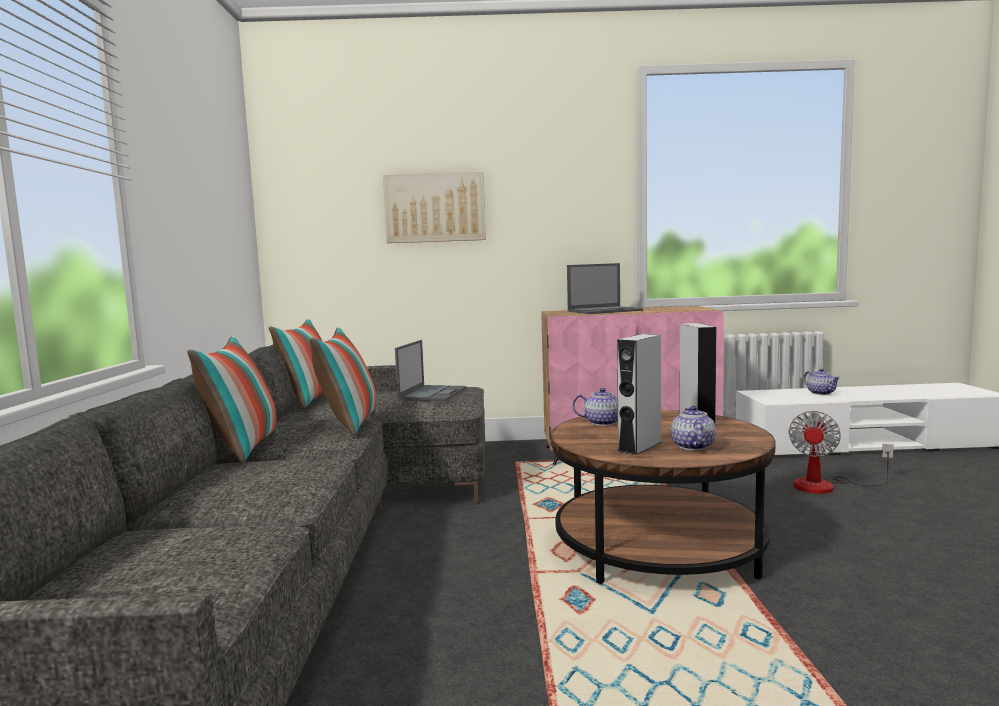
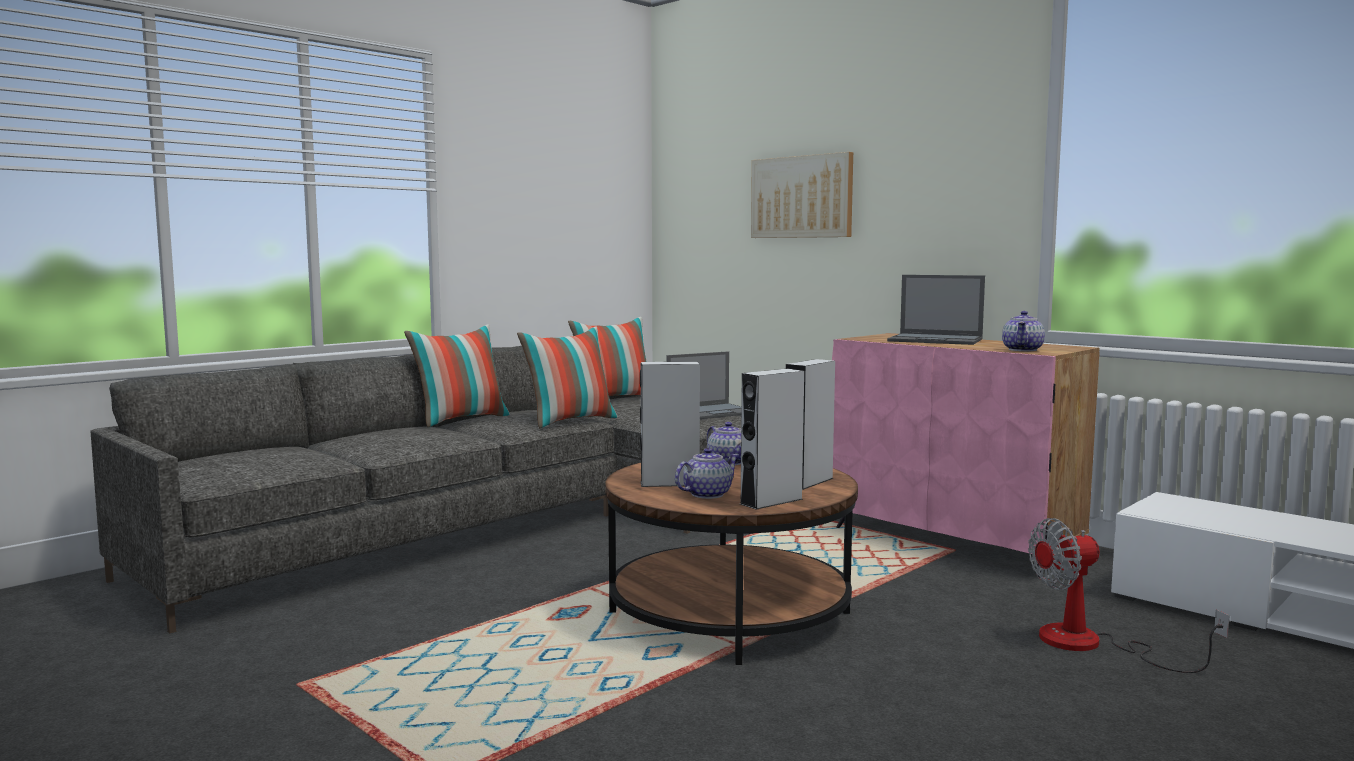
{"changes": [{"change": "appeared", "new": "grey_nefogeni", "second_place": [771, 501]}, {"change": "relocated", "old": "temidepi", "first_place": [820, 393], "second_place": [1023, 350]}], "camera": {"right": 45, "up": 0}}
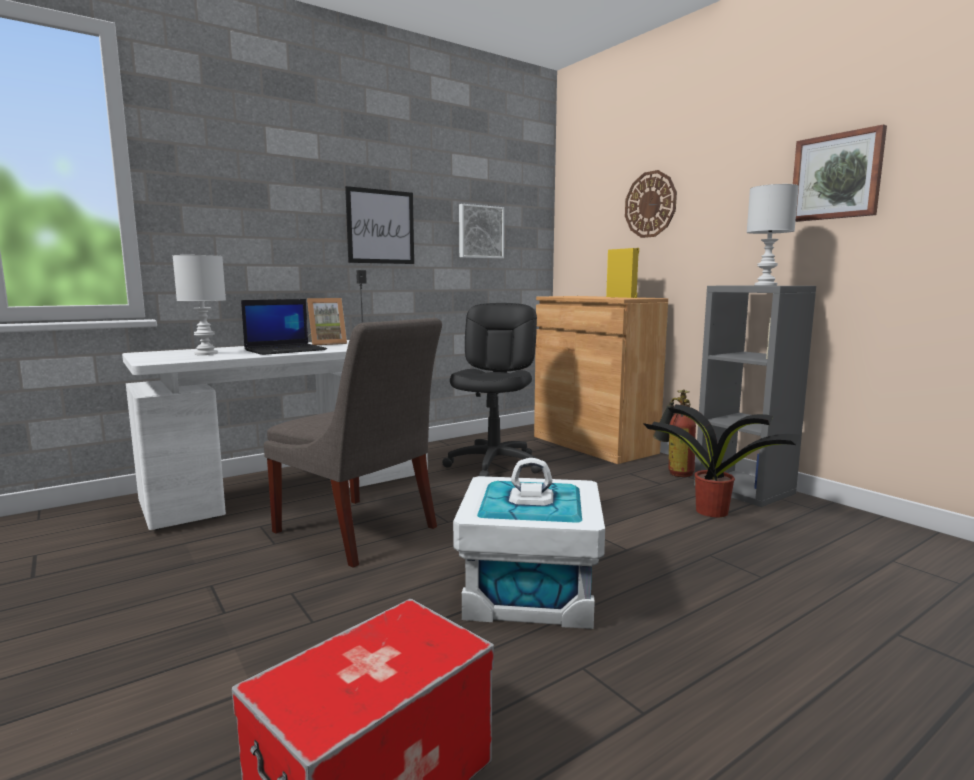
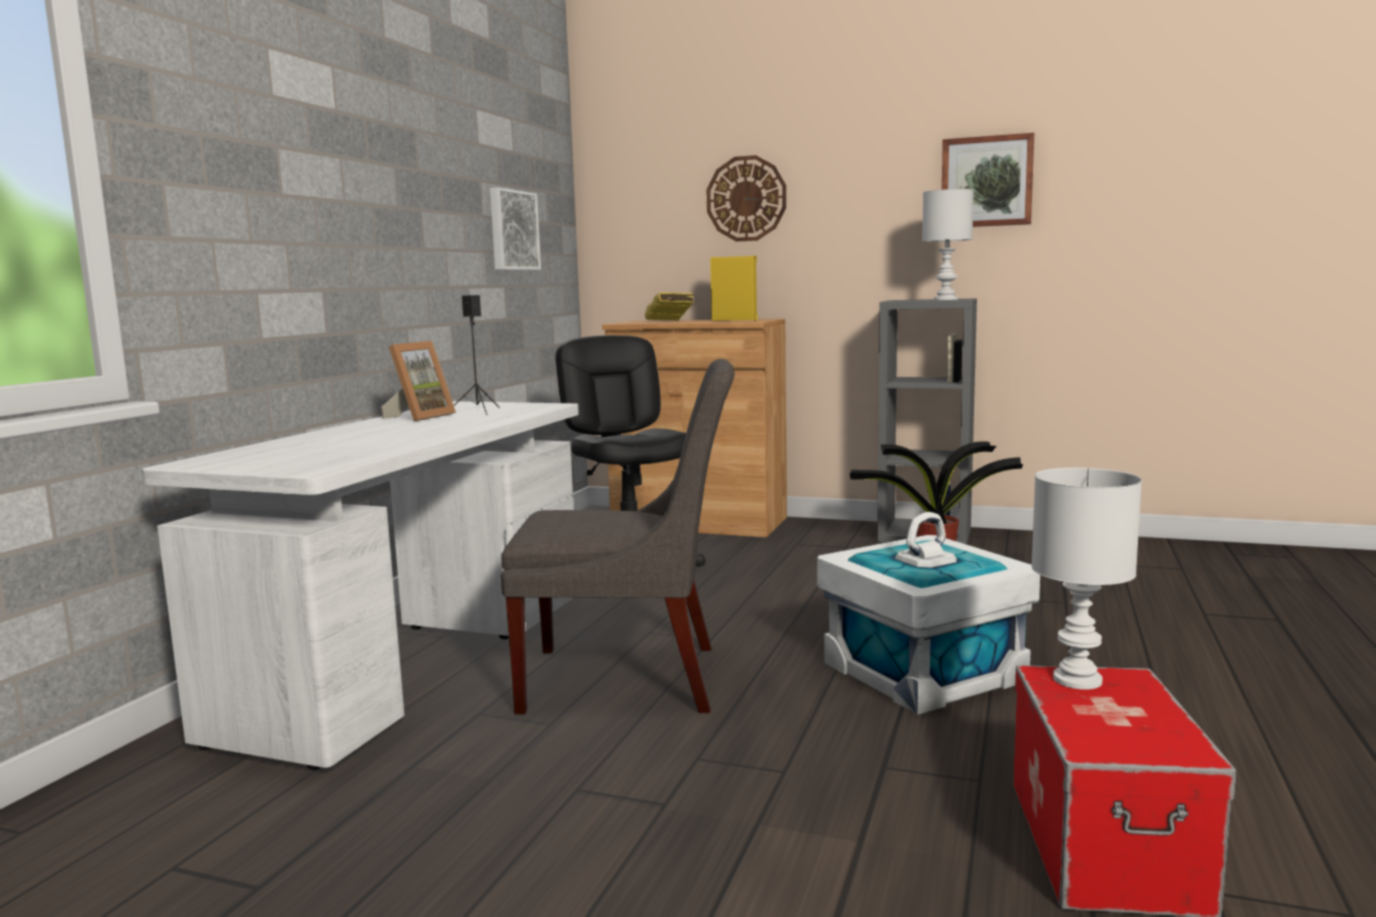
{"changes": [{"change": "appeared", "new": "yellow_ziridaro", "second_place": [669, 321]}, {"change": "relocated", "old": "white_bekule", "first_place": [206, 353], "second_place": [1075, 679]}, {"change": "missing", "old": "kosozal", "first_place": [286, 350]}, {"change": "missing", "old": "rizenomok", "first_place": [380, 227]}, {"change": "missing", "old": "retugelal", "first_place": [673, 471]}], "camera": {"right": -35, "up": 0}}
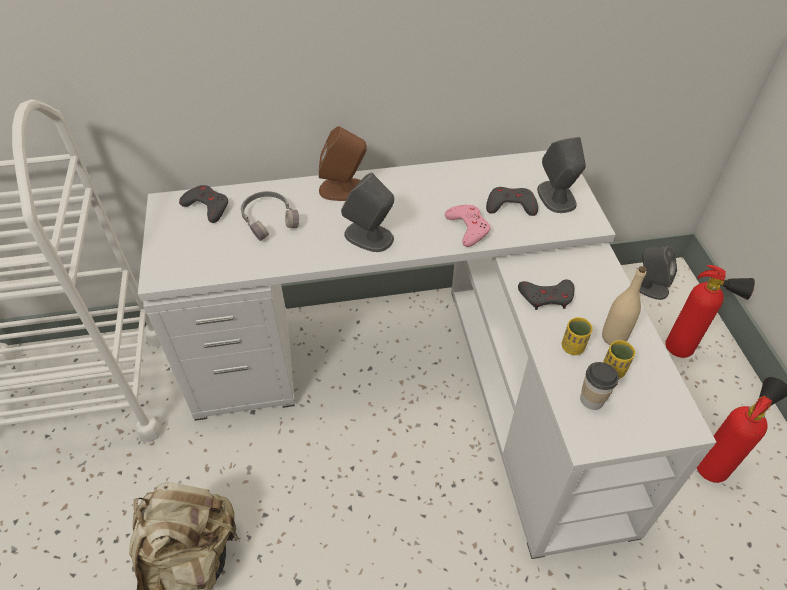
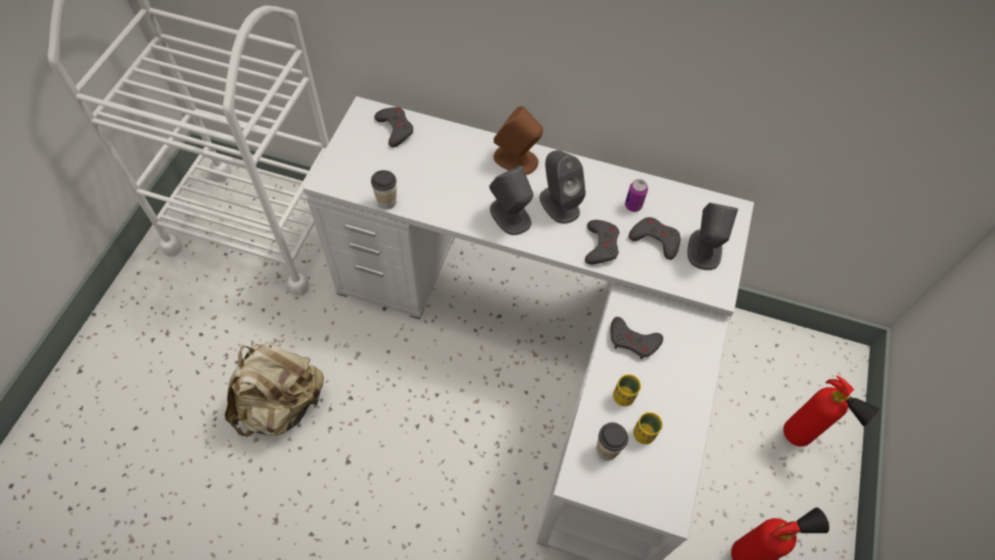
{"changes": [{"change": "appeared", "new": "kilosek", "second_place": [387, 201]}, {"change": "relocated", "old": "grey_nefogeni", "first_place": [649, 287], "second_place": [559, 204]}, {"change": "colour", "old": "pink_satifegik", "new": "grey_satifegik", "first_place": [468, 228], "second_place": [601, 245]}, {"change": "appeared", "new": "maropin", "second_place": [633, 205]}, {"change": "missing", "old": "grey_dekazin", "first_place": [269, 219]}, {"change": "missing", "old": "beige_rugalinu", "first_place": [613, 337]}], "camera": {"right": 25, "up": 10}}
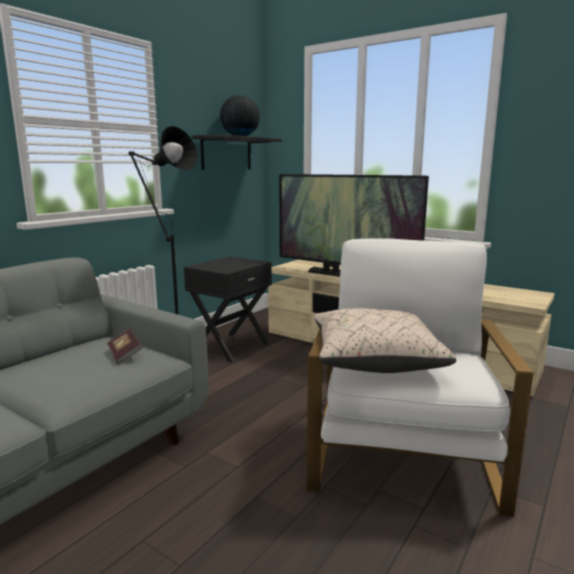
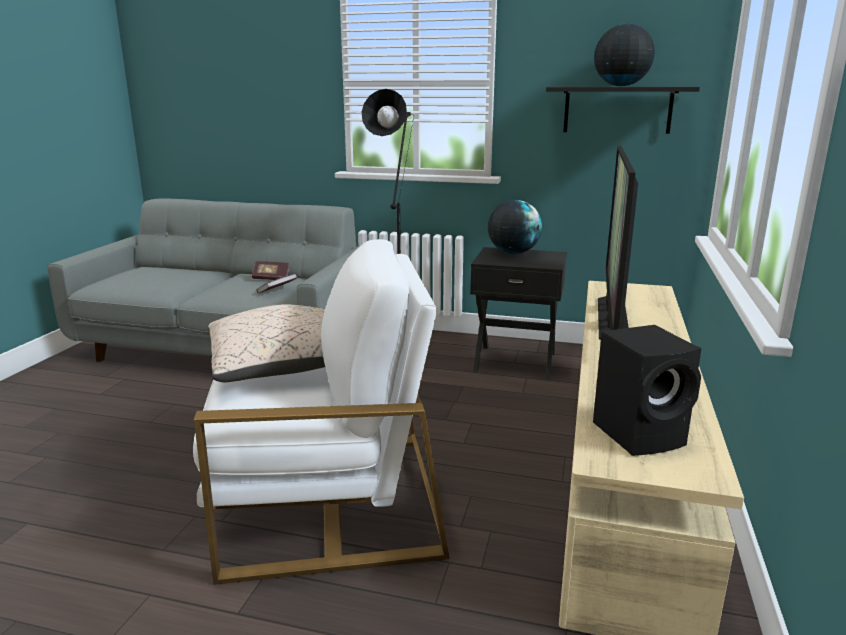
{"changes": [{"change": "appeared", "new": "ziridaro", "second_place": [271, 278]}, {"change": "appeared", "new": "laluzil", "second_place": [513, 253]}, {"change": "appeared", "new": "black_nefogeni", "second_place": [641, 434]}], "camera": {"right": 70, "up": 5}}
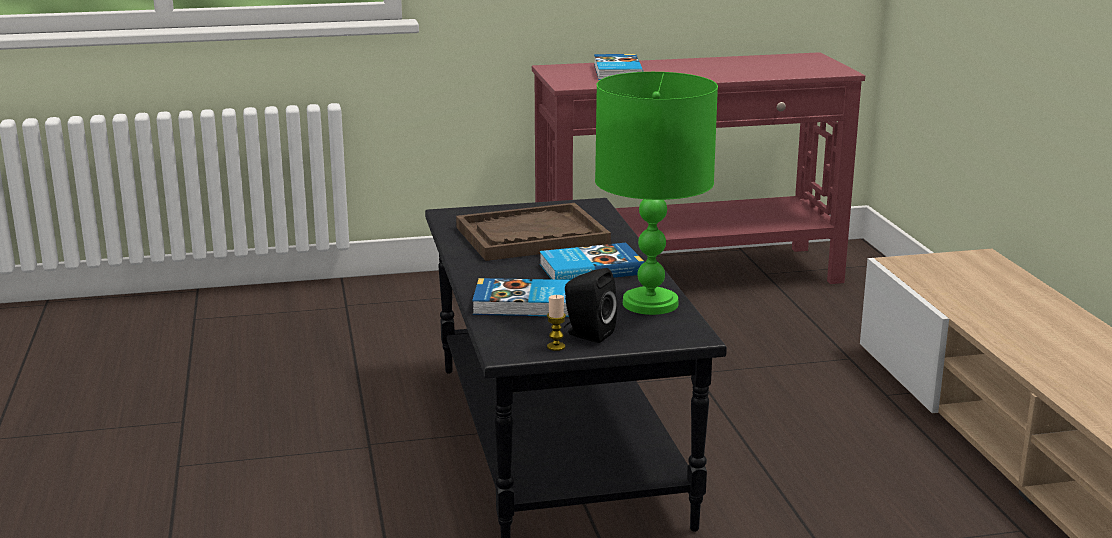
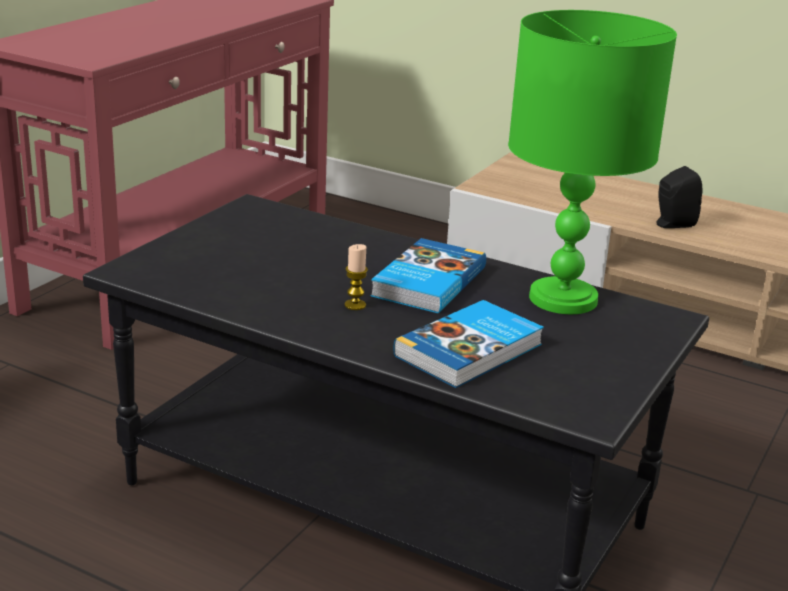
{"changes": [{"change": "relocated", "old": "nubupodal", "first_place": [556, 347], "second_place": [355, 305]}, {"change": "relocated", "old": "black_nefogeni", "first_place": [587, 334], "second_place": [672, 224]}, {"change": "missing", "old": "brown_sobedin", "first_place": [531, 236]}, {"change": "missing", "old": "ziridaro", "first_place": [616, 72]}], "camera": {"right": -50, "up": 5}}
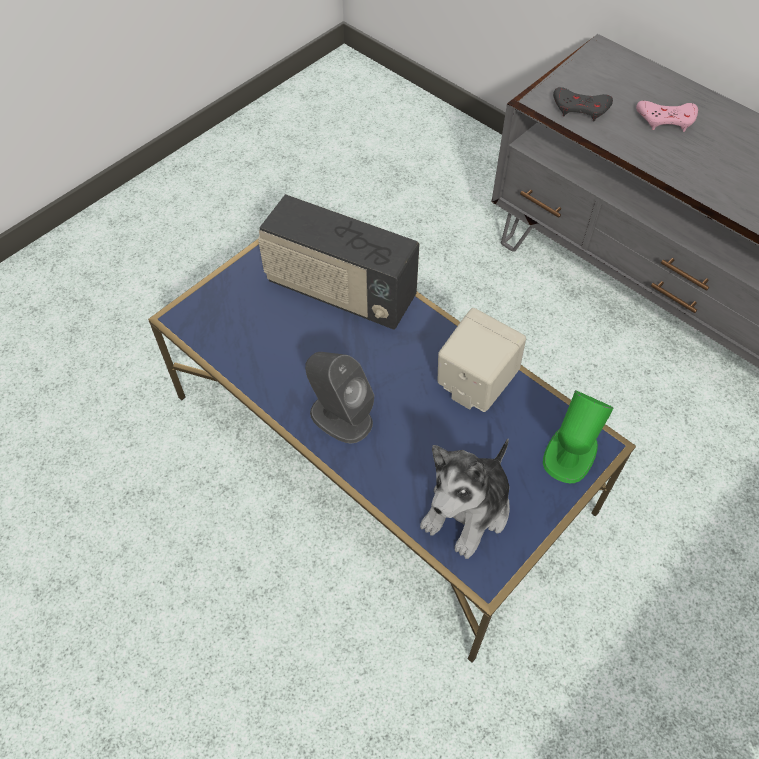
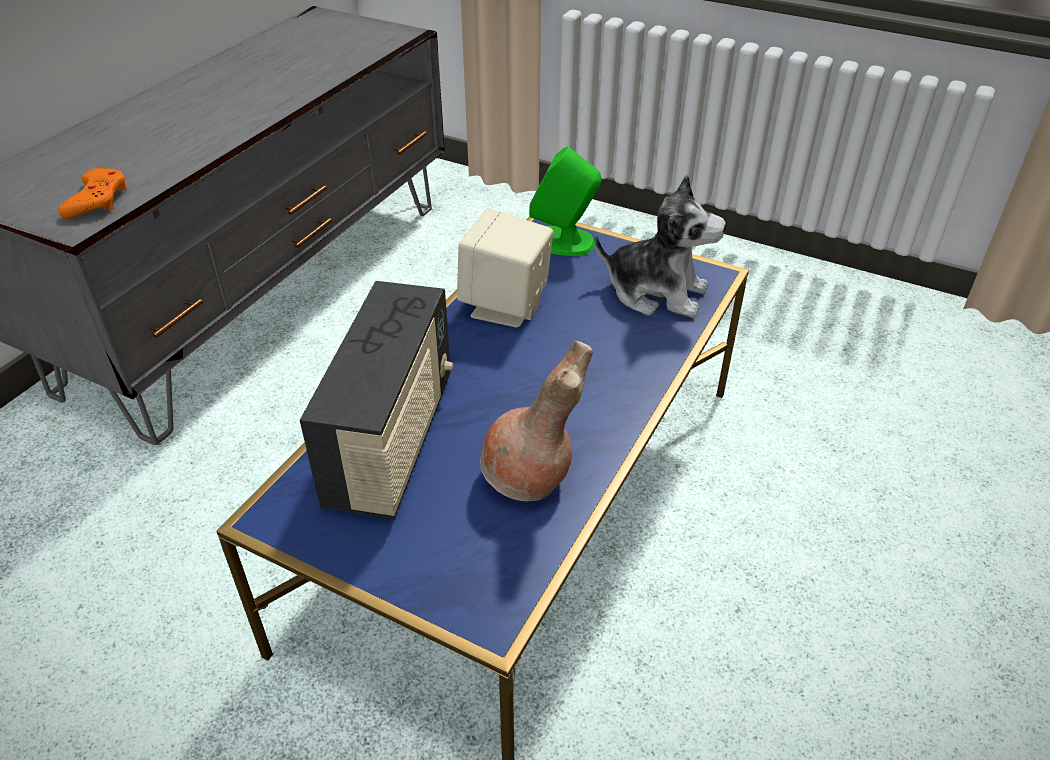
{"changes": [{"change": "colour", "old": "grey_satifegik", "new": "orange_satifegik", "first_place": [580, 108], "second_place": [97, 200]}, {"change": "appeared", "new": "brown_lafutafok", "second_place": [529, 479]}, {"change": "missing", "old": "grey_nefogeni", "first_place": [340, 417]}, {"change": "missing", "old": "pink_satifegik", "first_place": [666, 119]}], "camera": {"right": -105, "up": -15}}
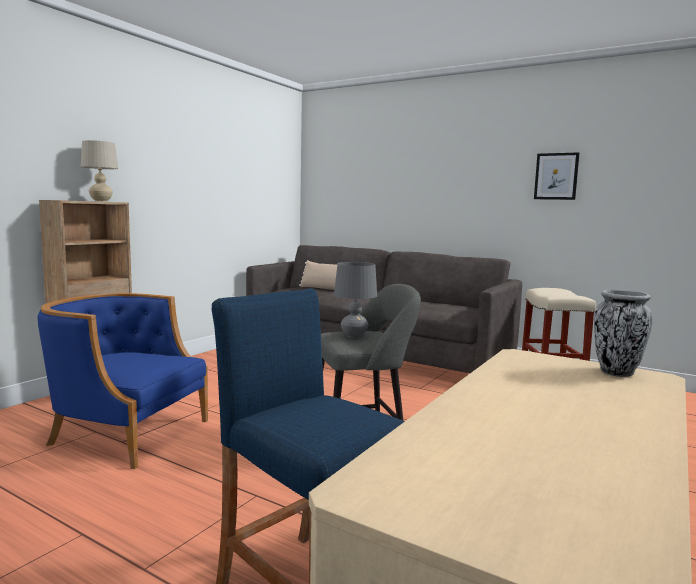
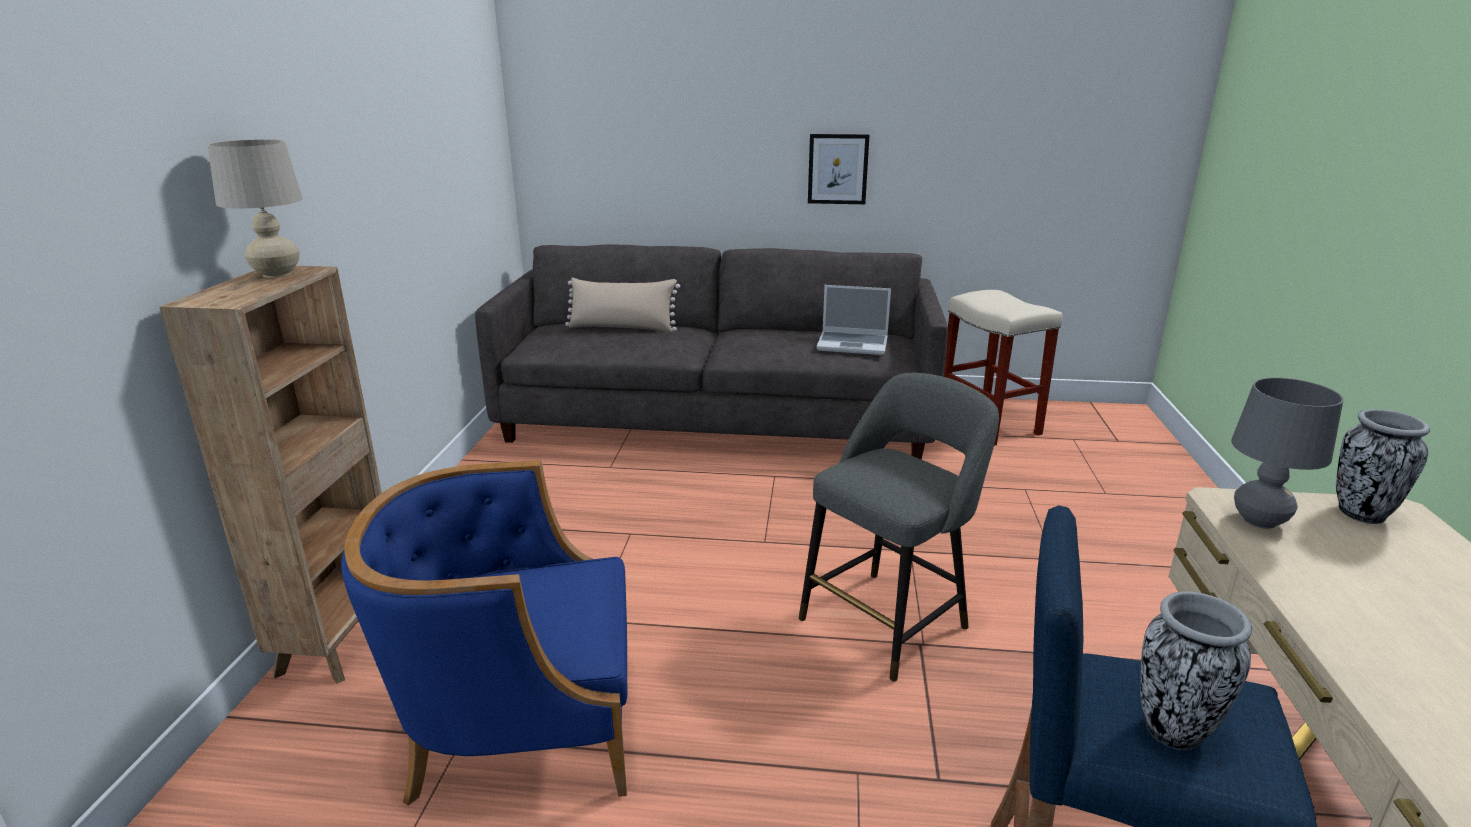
{"changes": [{"change": "relocated", "old": "rizenomok", "first_place": [556, 176], "second_place": [838, 169]}, {"change": "appeared", "new": "kosozal", "second_place": [853, 344]}, {"change": "appeared", "new": "lafutafok", "second_place": [1172, 729]}, {"change": "relocated", "old": "grey_bekule", "first_place": [354, 335], "second_place": [1259, 521]}], "camera": {"right": -25, "up": 15}}
